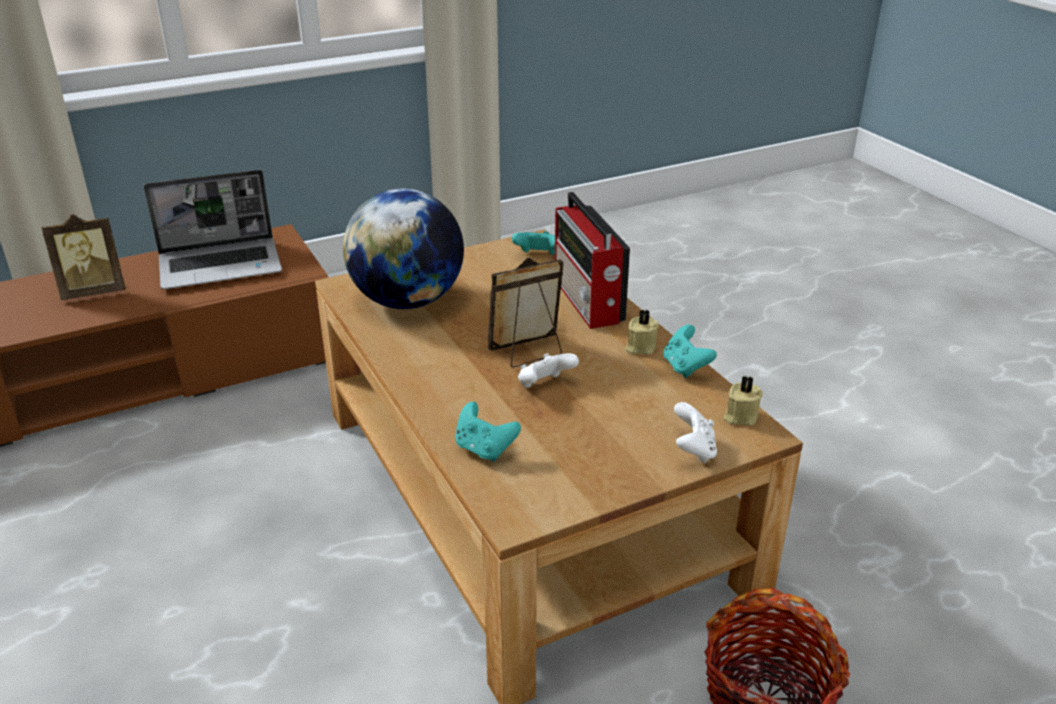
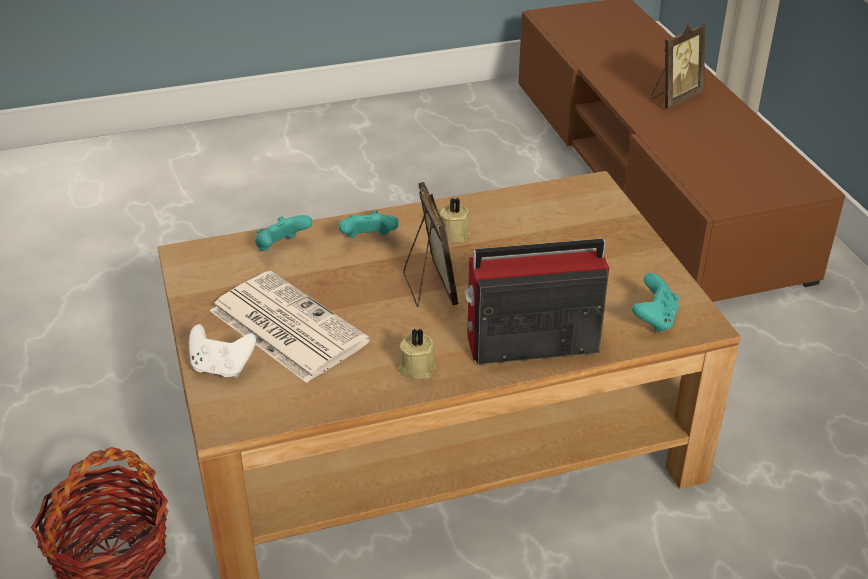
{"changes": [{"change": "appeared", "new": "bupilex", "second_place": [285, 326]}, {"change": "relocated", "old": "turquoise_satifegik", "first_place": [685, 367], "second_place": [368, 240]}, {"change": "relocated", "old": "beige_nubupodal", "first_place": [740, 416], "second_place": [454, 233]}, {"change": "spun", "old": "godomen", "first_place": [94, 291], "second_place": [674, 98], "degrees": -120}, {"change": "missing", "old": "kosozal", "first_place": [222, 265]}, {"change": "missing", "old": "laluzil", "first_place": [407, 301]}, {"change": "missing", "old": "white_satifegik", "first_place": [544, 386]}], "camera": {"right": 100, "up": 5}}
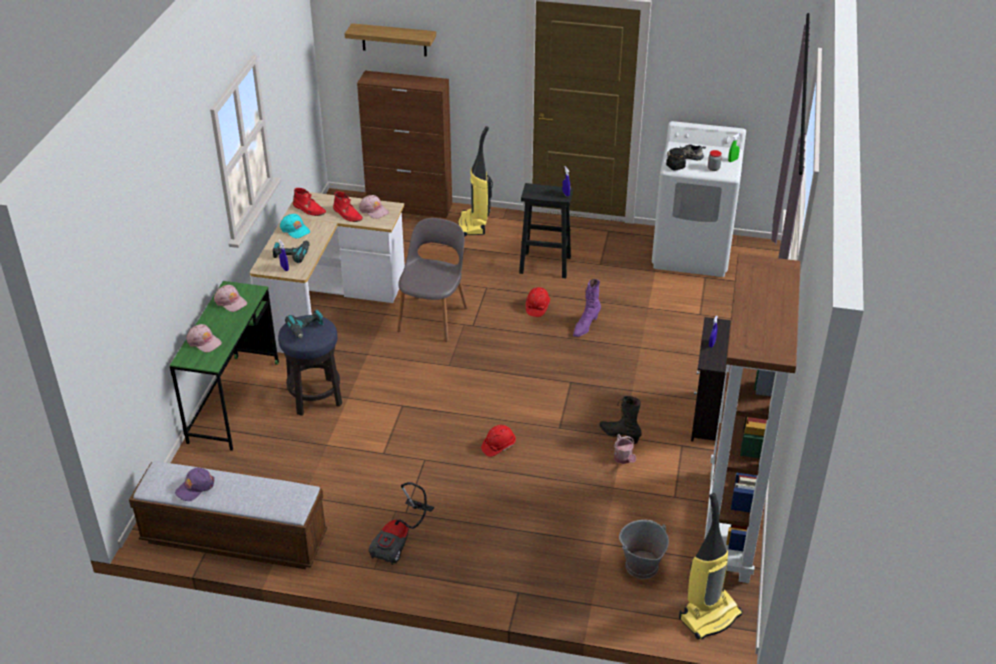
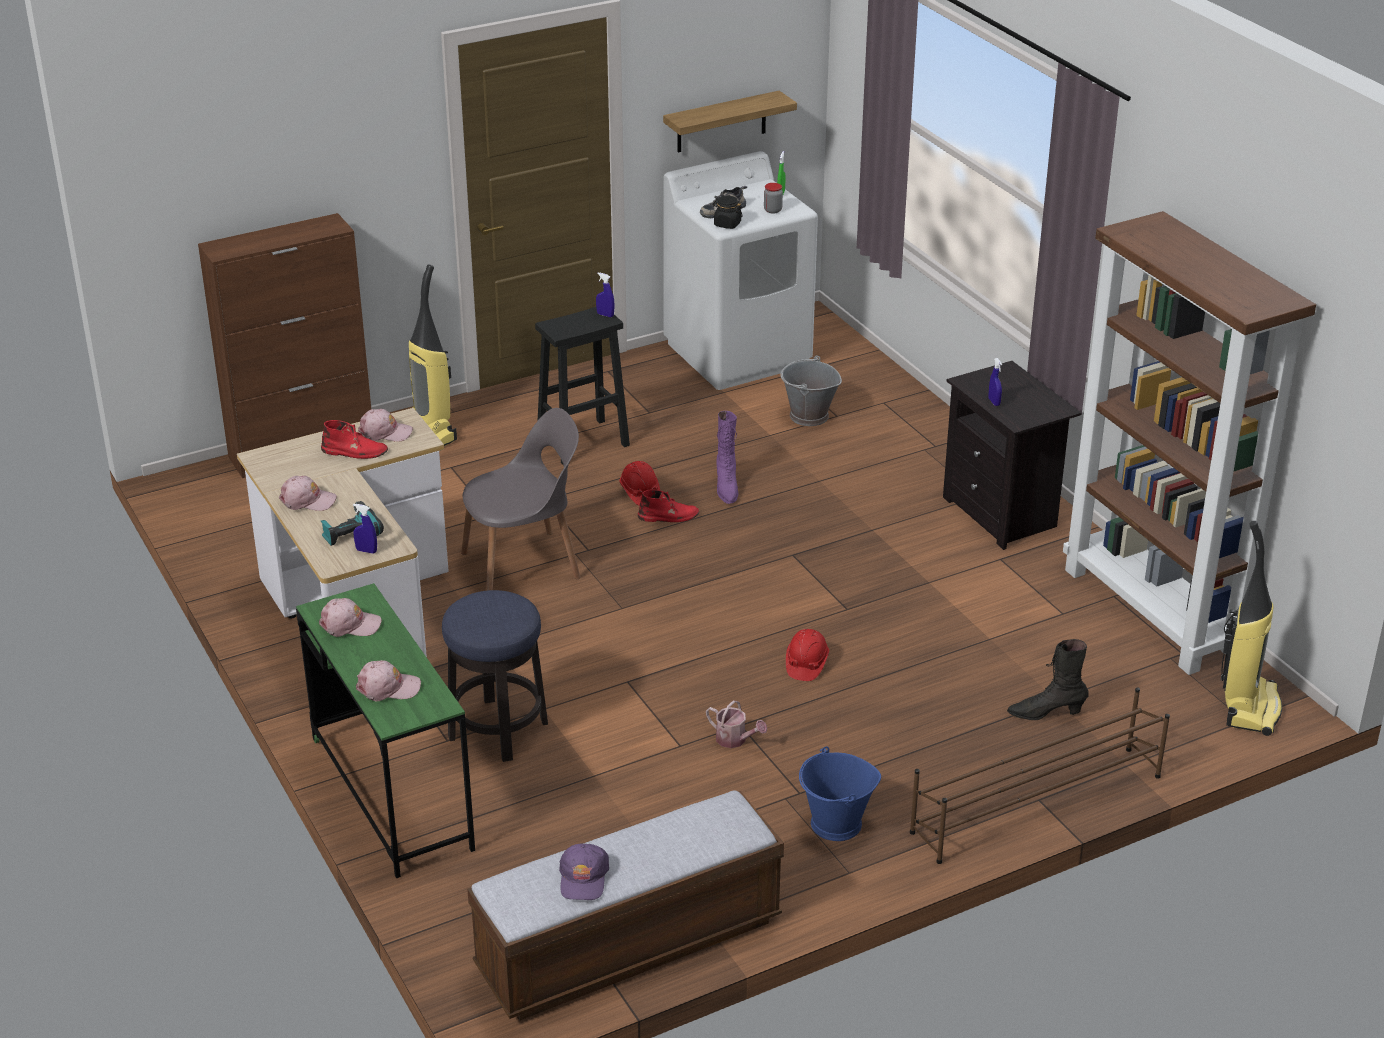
{"changes": [{"change": "colour", "old": "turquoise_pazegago", "new": "pink_pazegago", "first_place": [295, 229], "second_place": [307, 500]}, {"change": "spun", "old": "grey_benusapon", "first_place": [433, 317], "second_place": [524, 564], "degrees": 90}, {"change": "relocated", "old": "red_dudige", "first_place": [309, 209], "second_place": [669, 516]}, {"change": "relocated", "old": "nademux", "first_place": [394, 40], "second_place": [721, 122]}, {"change": "relocated", "old": "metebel", "first_place": [624, 459], "second_place": [735, 740]}, {"change": "relocated", "old": "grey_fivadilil", "first_place": [641, 566], "second_place": [808, 416]}, {"change": "exchanged", "old": "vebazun", "new": "blue_fivadilil", "first_place": [401, 540], "second_place": [836, 824]}, {"change": "appeared", "new": "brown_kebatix", "second_place": [1035, 804]}, {"change": "relocated", "old": "black_dudige", "first_place": [619, 435], "second_place": [1046, 713]}, {"change": "missing", "old": "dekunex", "first_place": [306, 328]}], "camera": {"right": -40, "up": -5}}
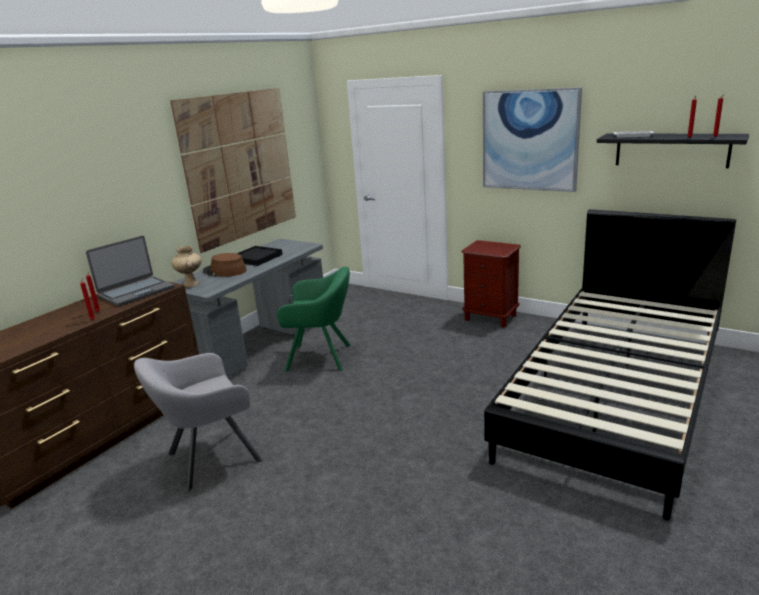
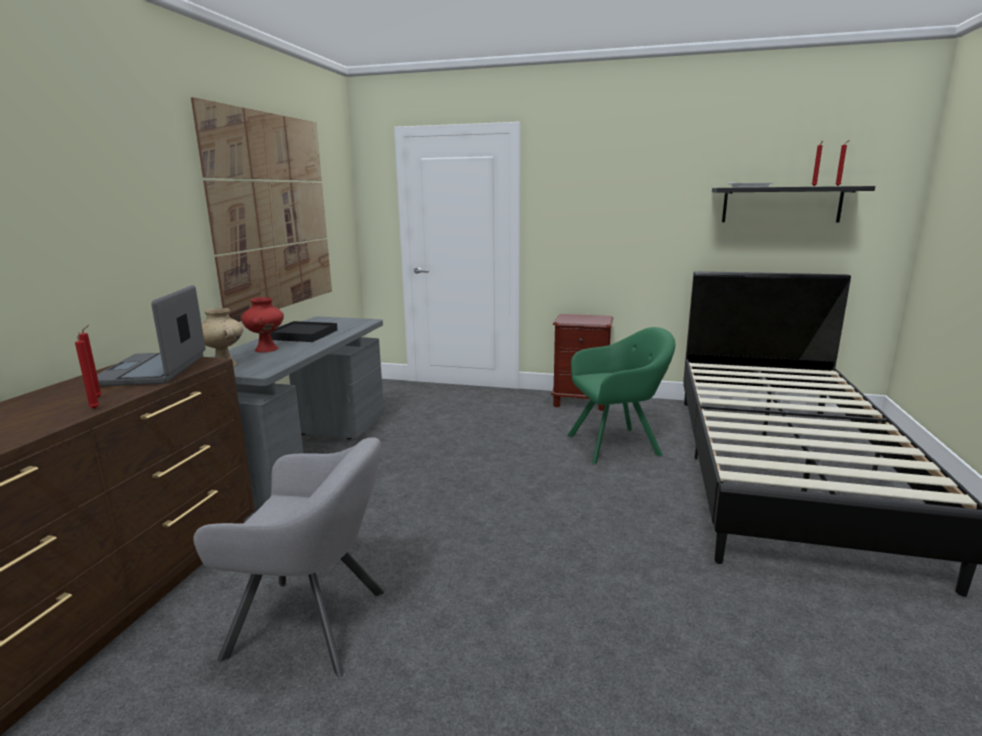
{"changes": [{"change": "spun", "old": "kosozal", "first_place": [136, 292], "second_place": [153, 370], "degrees": 150}, {"change": "spun", "old": "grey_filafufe", "first_place": [209, 459], "second_place": [315, 624], "degrees": -120}, {"change": "exchanged", "old": "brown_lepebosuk", "new": "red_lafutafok", "first_place": [224, 271], "second_place": [267, 349]}, {"change": "relocated", "old": "green_filafufe", "first_place": [322, 357], "second_place": [617, 444]}, {"change": "missing", "old": "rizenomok", "first_place": [529, 140]}], "camera": {"right": -20, "up": -5}}
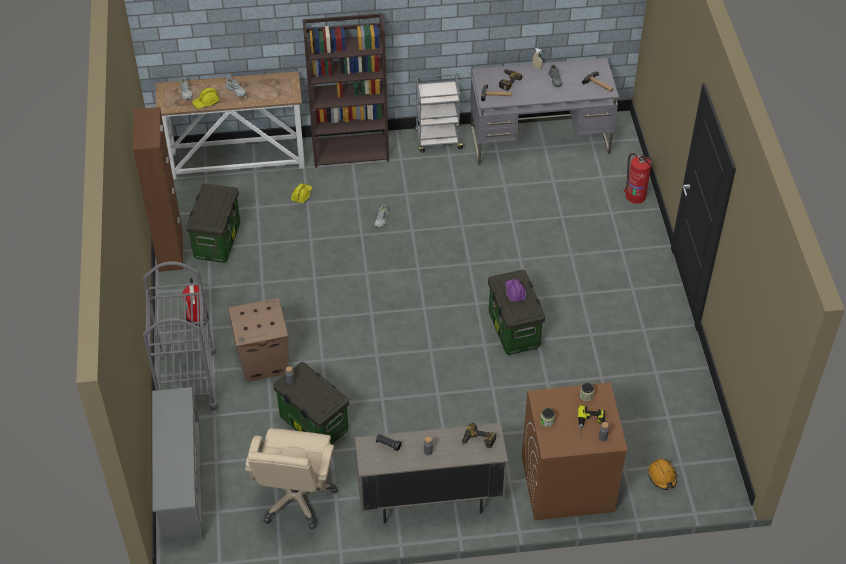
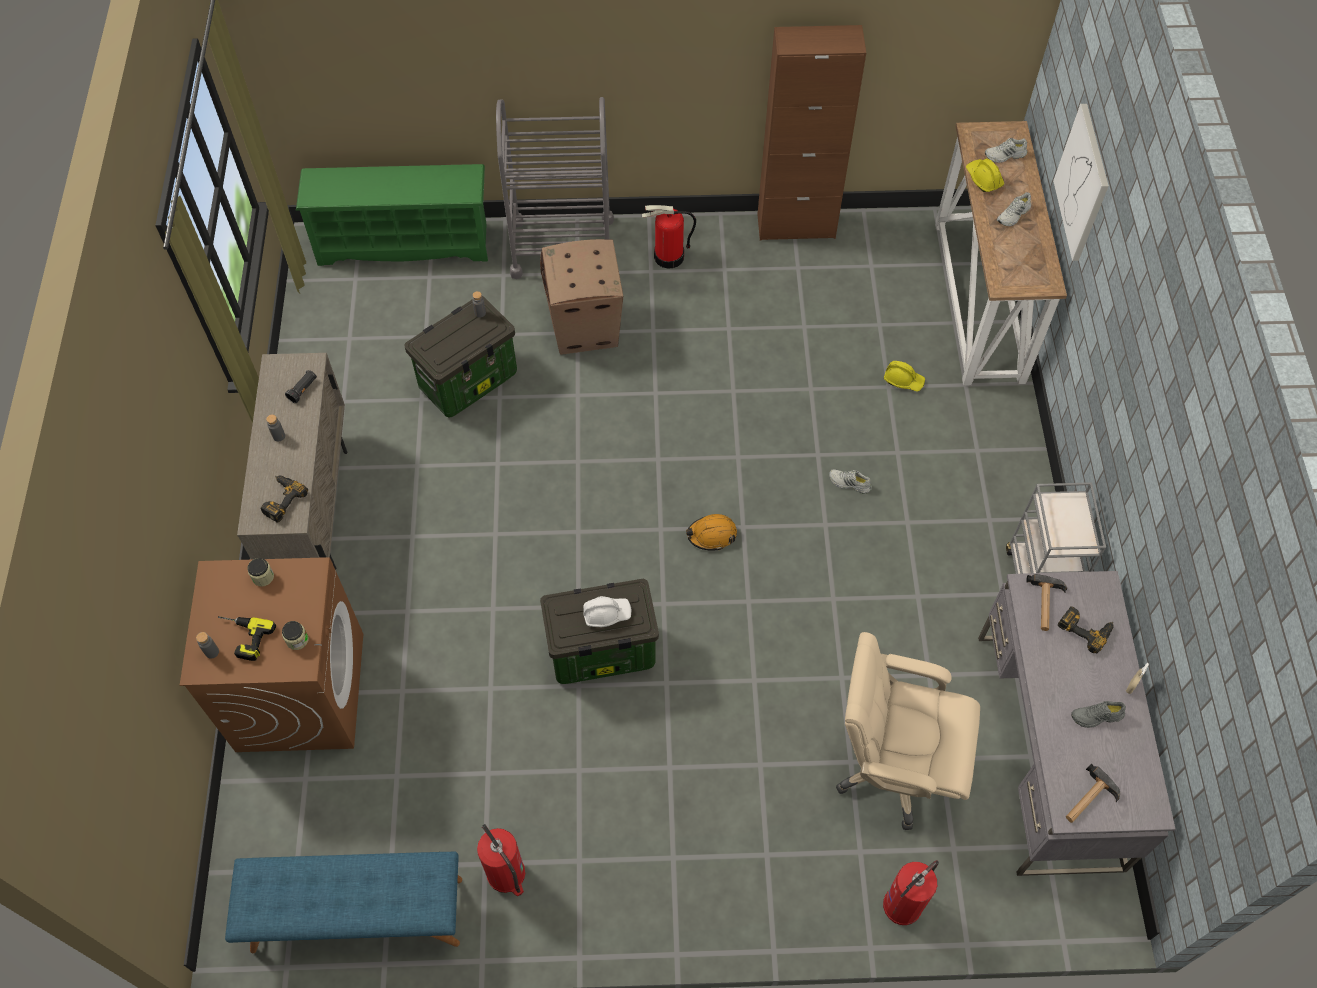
{"changes": [{"change": "appeared", "new": "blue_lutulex", "second_place": [357, 915]}, {"change": "colour", "old": "grey_kebatix", "new": "green_kebatix", "first_place": [181, 483], "second_place": [405, 243]}, {"change": "appeared", "new": "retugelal", "second_place": [506, 874]}, {"change": "colour", "old": "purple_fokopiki", "new": "white_fokopiki", "first_place": [515, 292], "second_place": [606, 613]}, {"change": "relocated", "old": "orange_fokopiki", "first_place": [662, 477], "second_place": [712, 535]}, {"change": "relocated", "old": "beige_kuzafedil", "first_place": [296, 497], "second_place": [894, 767]}, {"change": "appeared", "new": "rizenomok", "second_place": [1082, 183]}, {"change": "missing", "old": "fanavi", "first_place": [217, 240]}, {"change": "missing", "old": "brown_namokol", "first_place": [351, 150]}], "camera": {"right": 95, "up": 10}}
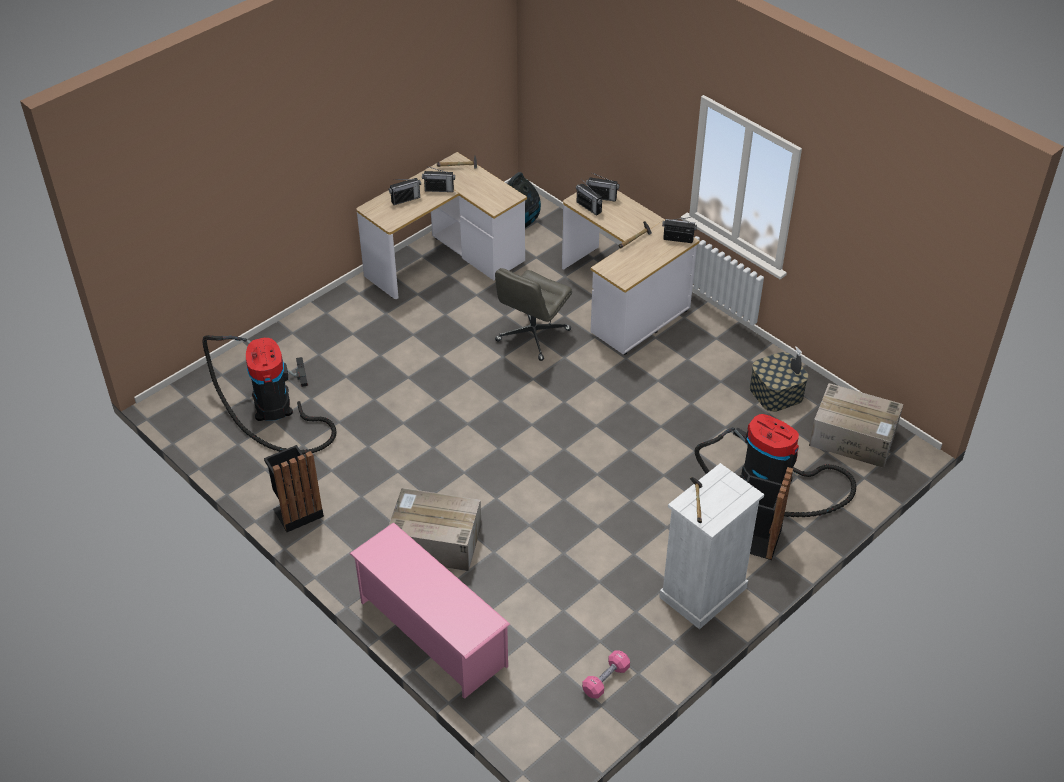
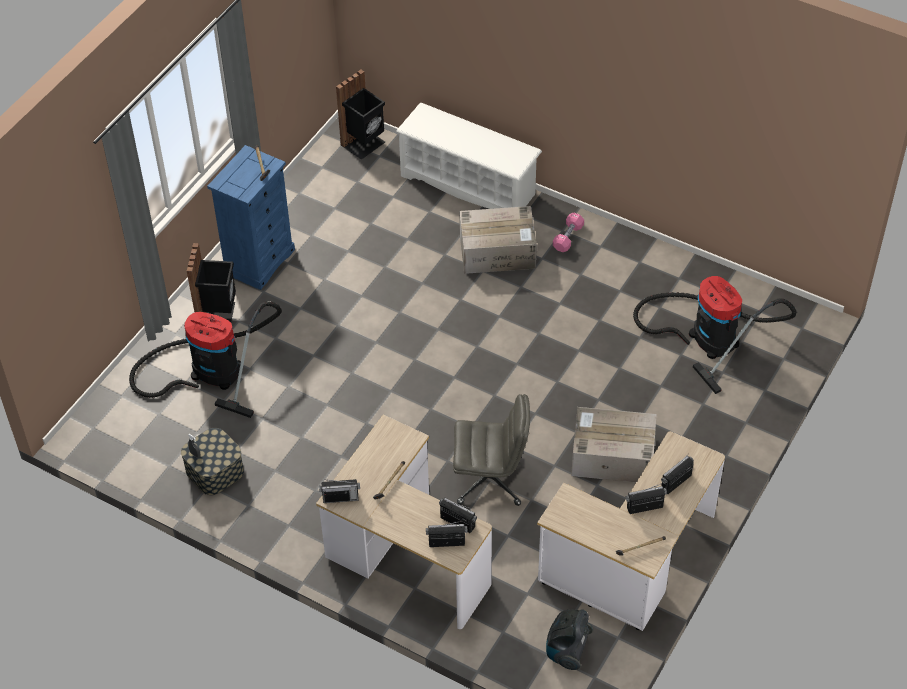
{"changes": [{"change": "colour", "old": "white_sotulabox", "new": "blue_sotulabox", "first_place": [703, 593], "second_place": [259, 261]}, {"change": "relocated", "old": "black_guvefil", "first_place": [296, 511], "second_place": [364, 144]}, {"change": "colour", "old": "pink_kebatix", "new": "white_kebatix", "first_place": [431, 633], "second_place": [469, 185]}, {"change": "spun", "old": "grey_kuzafedil", "first_place": [532, 336], "second_place": [490, 479], "degrees": 75}, {"change": "relocated", "old": "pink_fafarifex", "first_place": [605, 680], "second_place": [568, 238]}, {"change": "relocated", "old": "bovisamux", "first_place": [854, 438], "second_place": [611, 456]}], "camera": {"right": 165, "up": 5}}
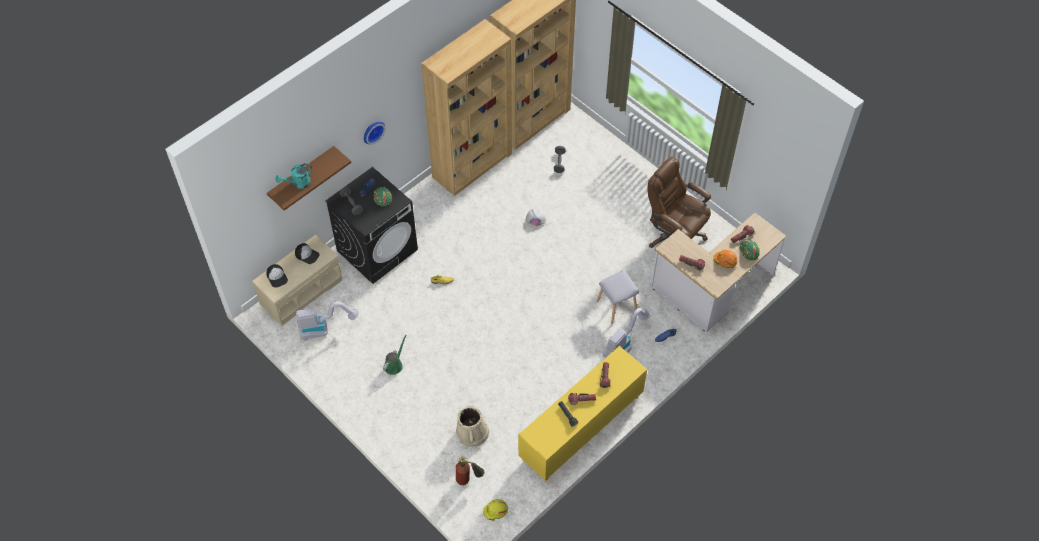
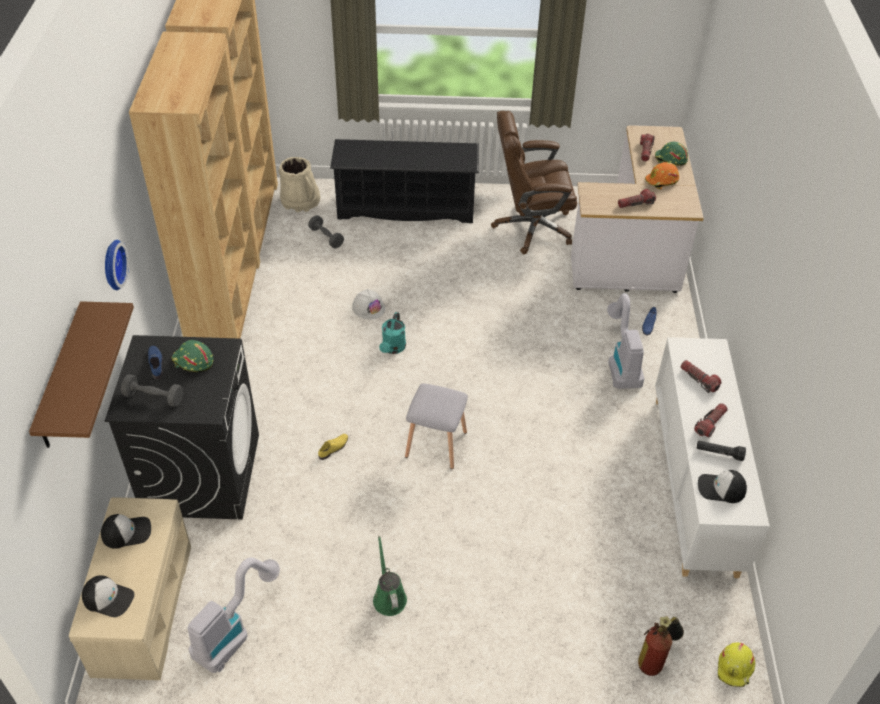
{"changes": [{"change": "relocated", "old": "beige_fivadilil", "first_place": [472, 433], "second_place": [300, 200]}, {"change": "appeared", "new": "black_kebatix", "second_place": [406, 207]}, {"change": "relocated", "old": "turquoise_metebel", "first_place": [298, 183], "second_place": [393, 348]}, {"change": "relocated", "old": "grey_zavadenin", "first_place": [617, 306], "second_place": [437, 444]}, {"change": "colour", "old": "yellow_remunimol", "new": "white_remunimol", "first_place": [581, 428], "second_place": [694, 484]}, {"change": "appeared", "new": "pazegago", "second_place": [721, 489]}], "camera": {"right": -45, "up": -10}}
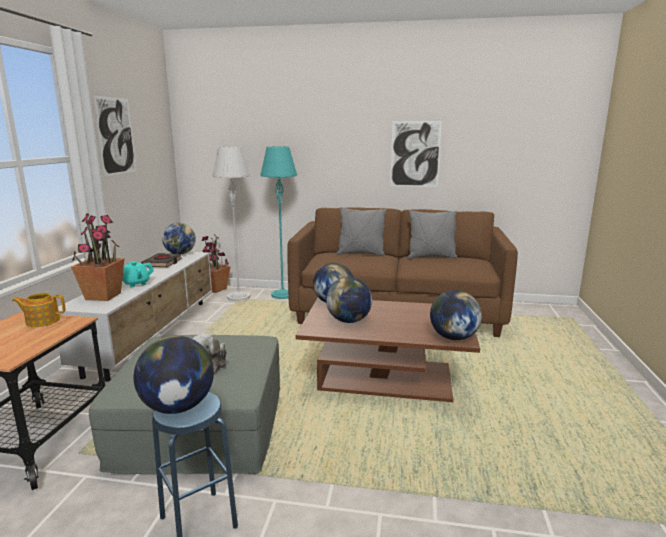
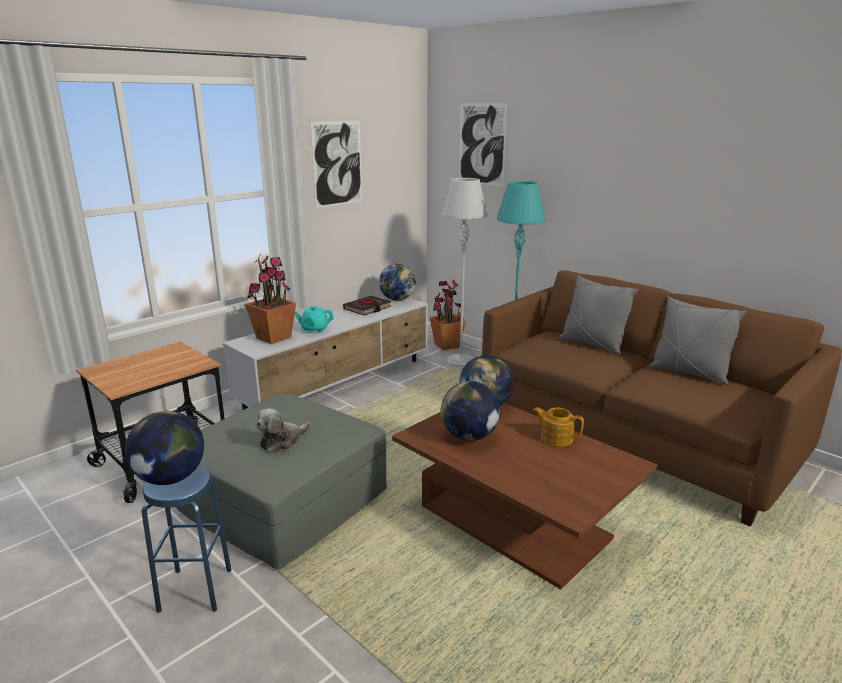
{"changes": [{"change": "relocated", "old": "rizenomok", "first_place": [415, 154], "second_place": [481, 144]}, {"change": "relocated", "old": "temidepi", "first_place": [42, 321], "second_place": [556, 438]}, {"change": "missing", "old": "laluzil", "first_place": [453, 337]}], "camera": {"right": 35, "up": 5}}
